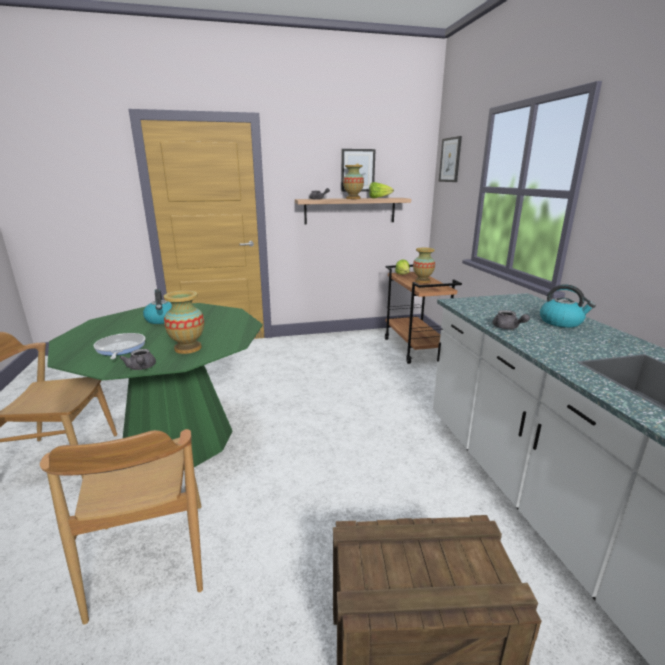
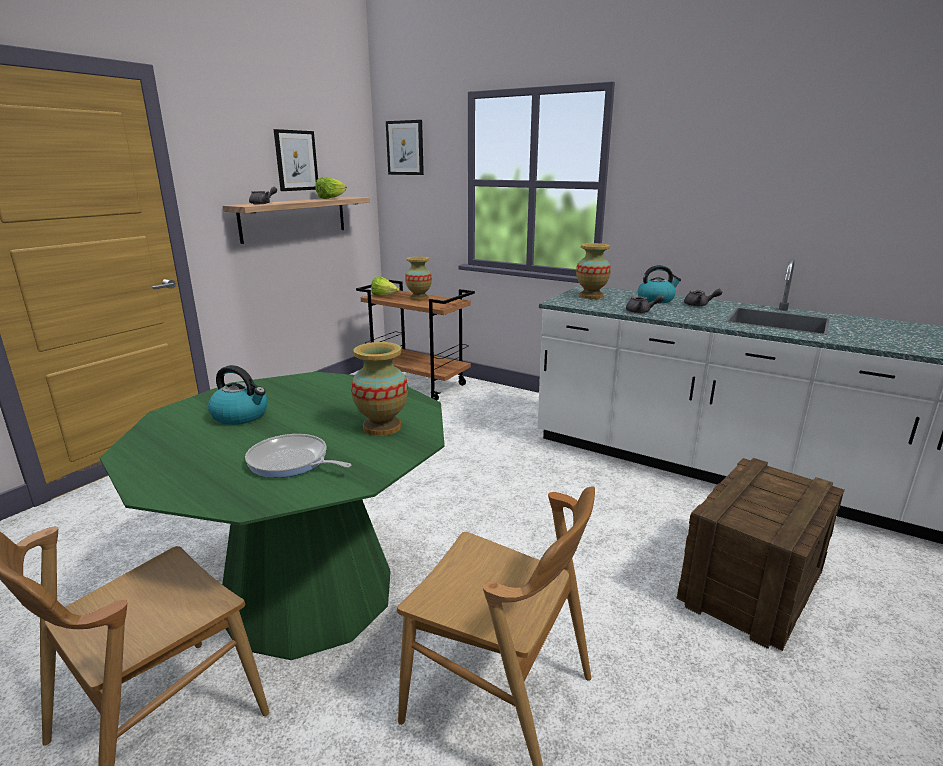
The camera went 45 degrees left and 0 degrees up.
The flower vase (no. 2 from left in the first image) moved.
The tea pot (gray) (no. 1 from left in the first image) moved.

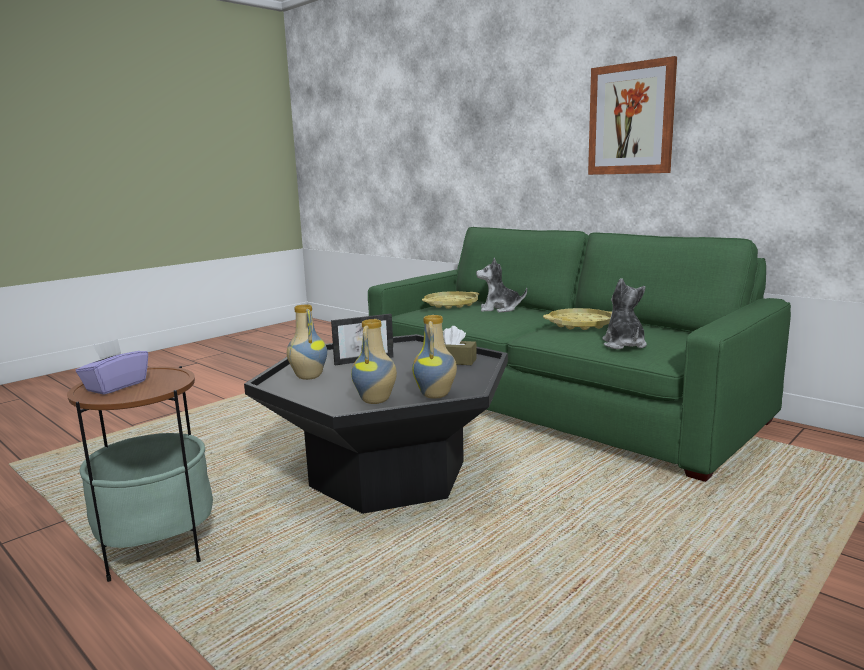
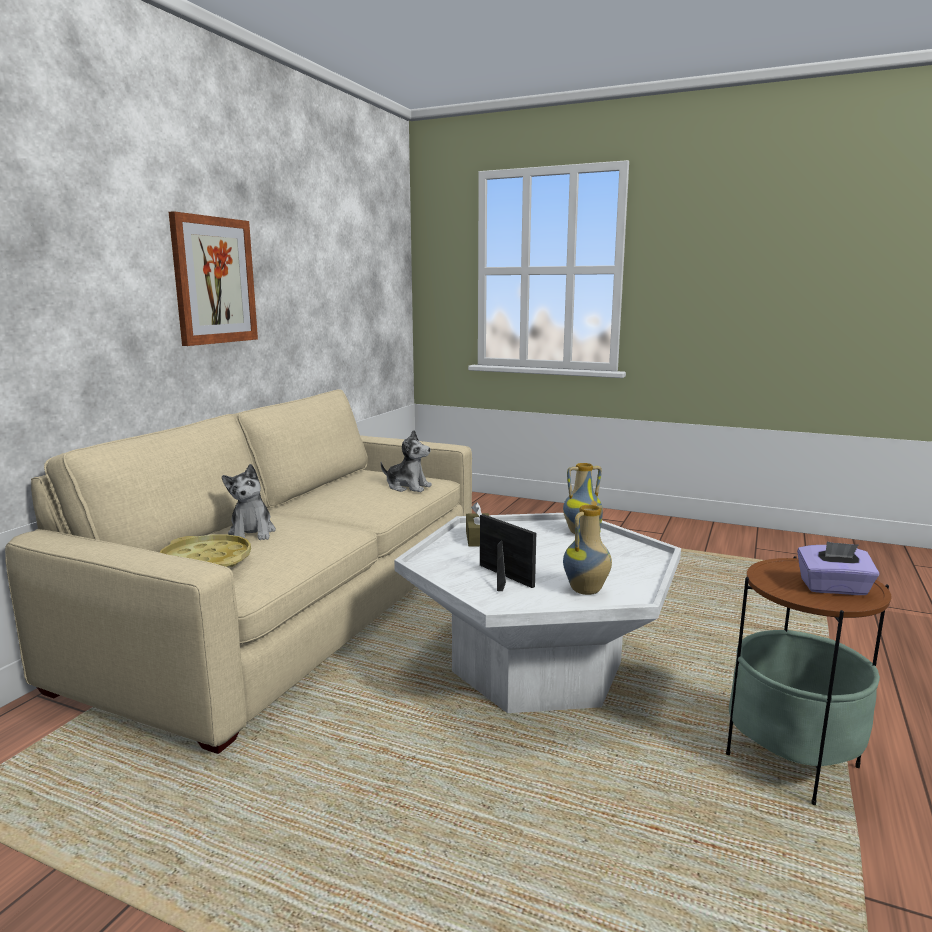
The camera went 110 degrees left and 0 degrees up.
The couch (greenish) became the couch (beige).
The cuddly toy (no. 2 from left) turned 135 degrees counterclockwise.
The tray (yellow) (no. 2 from left) disappeared.
The flower vase (no. 2 from left) disappeared.
The coffee table (black-coloured) became the coffee table (white).

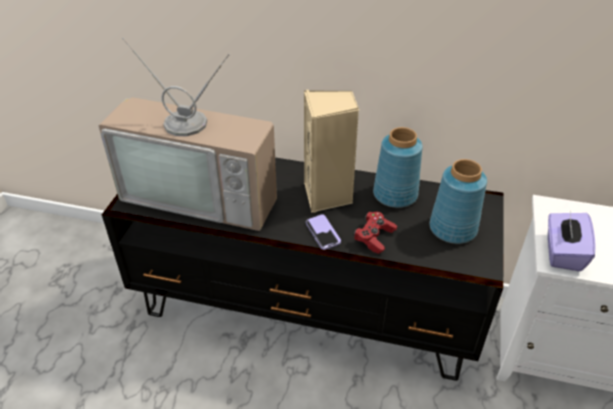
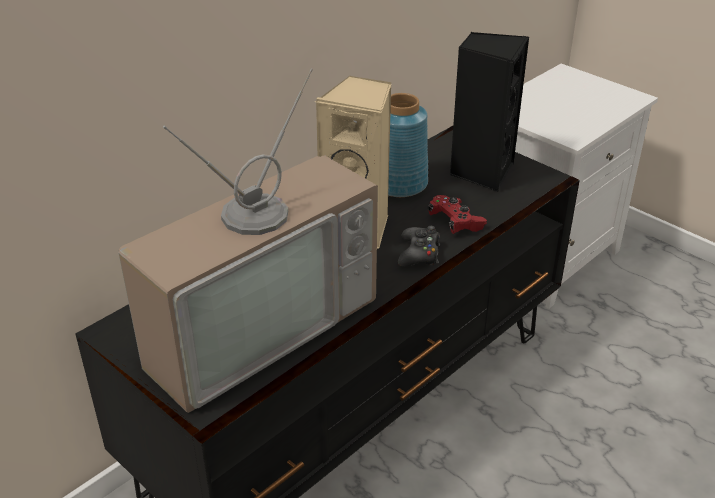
The camera went 60 degrees left and 5 degrees down.
The flower vase (blue-coloured) (no. 2 from left) was replaced by the audio speaker (black-coloured).
The tissue holder (purple-coloured) disappeared.
The telephone was replaced by the game controller (black-coloured).

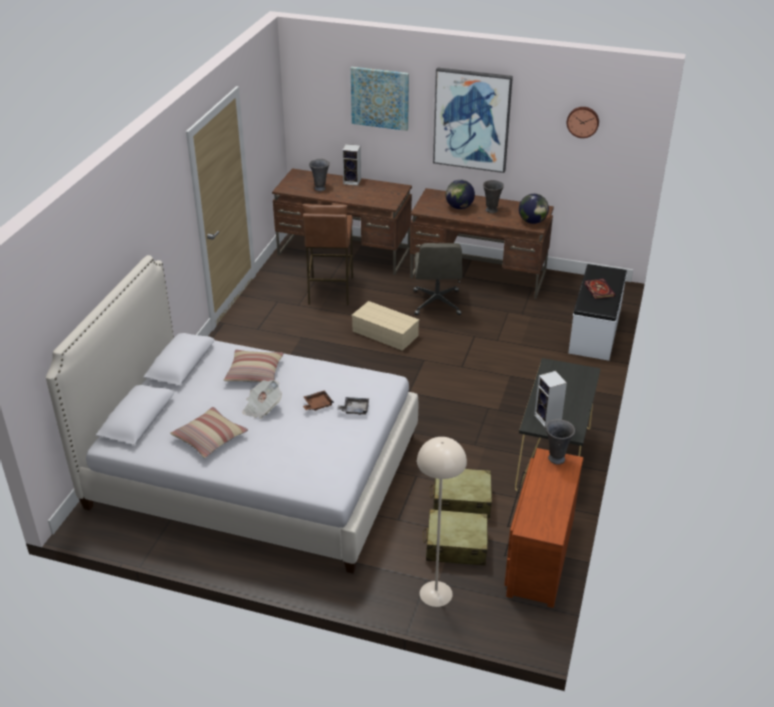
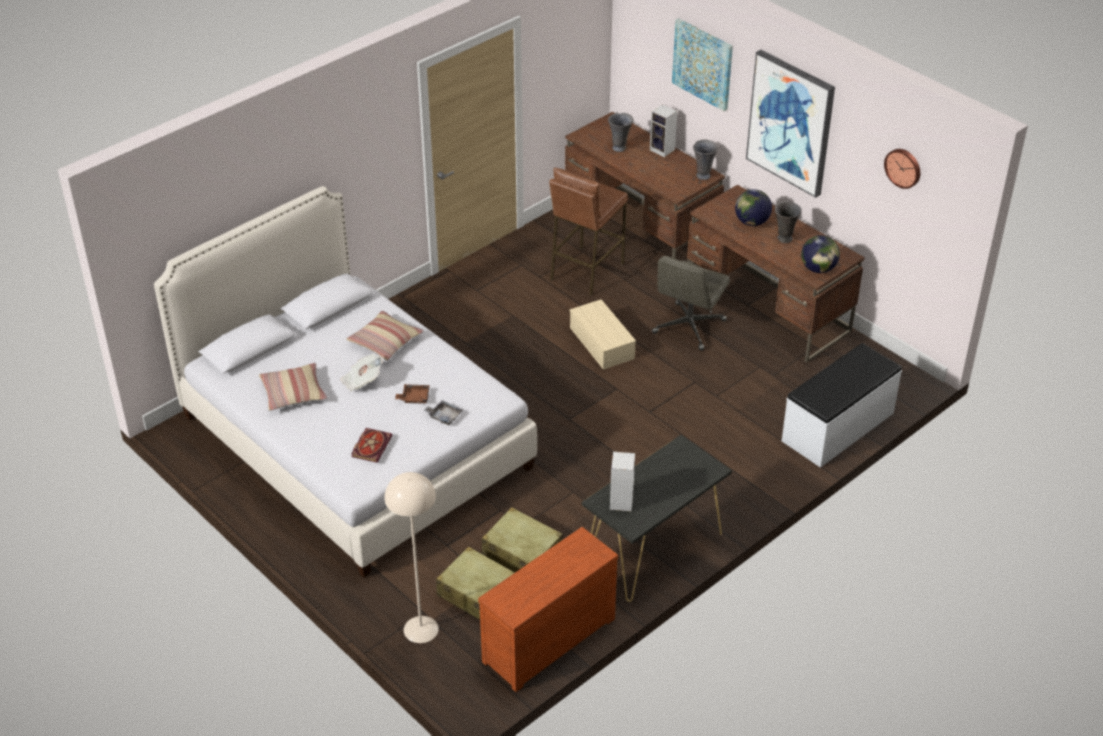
The camera went 30 degrees right and 5 degrees up.
The book moved.
The flower vase (gray) (no. 3 from left in the first image) moved.

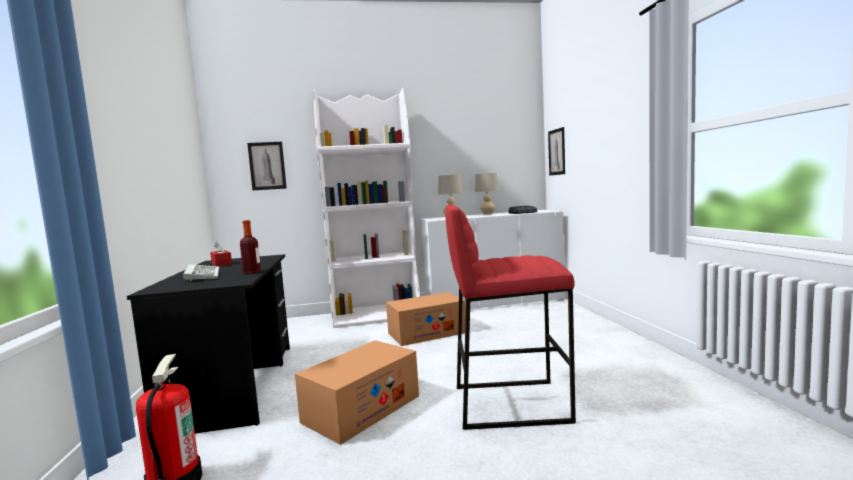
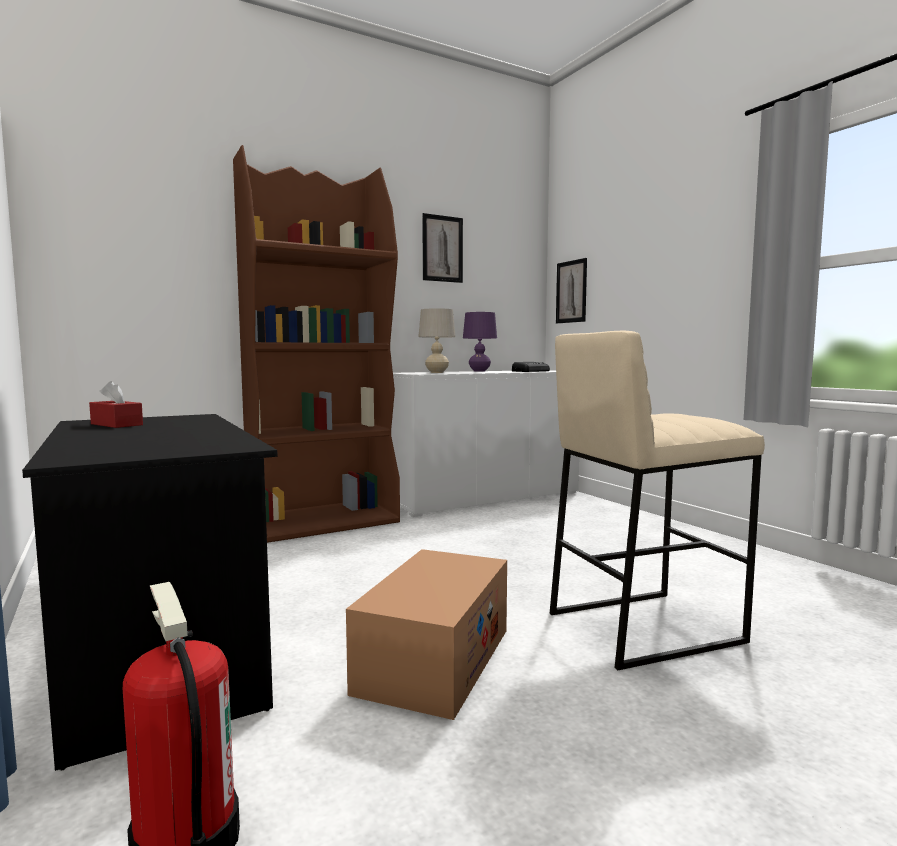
The camera went 20 degrees left and 0 degrees up.
The shelving unit (white) became the shelving unit (brownish).
The wall picture (no. 1 from left) moved.
The table lamp (beige) (no. 2 from left) became the table lamp (purple-coloured).
The sitting stool (reddish) became the sitting stool (beige).
The bottle disappeared.
The keyboard disappeared.
The carton (no. 2 from left) disappeared.

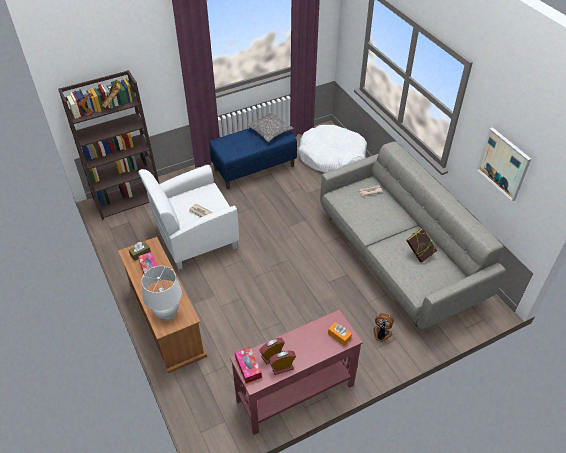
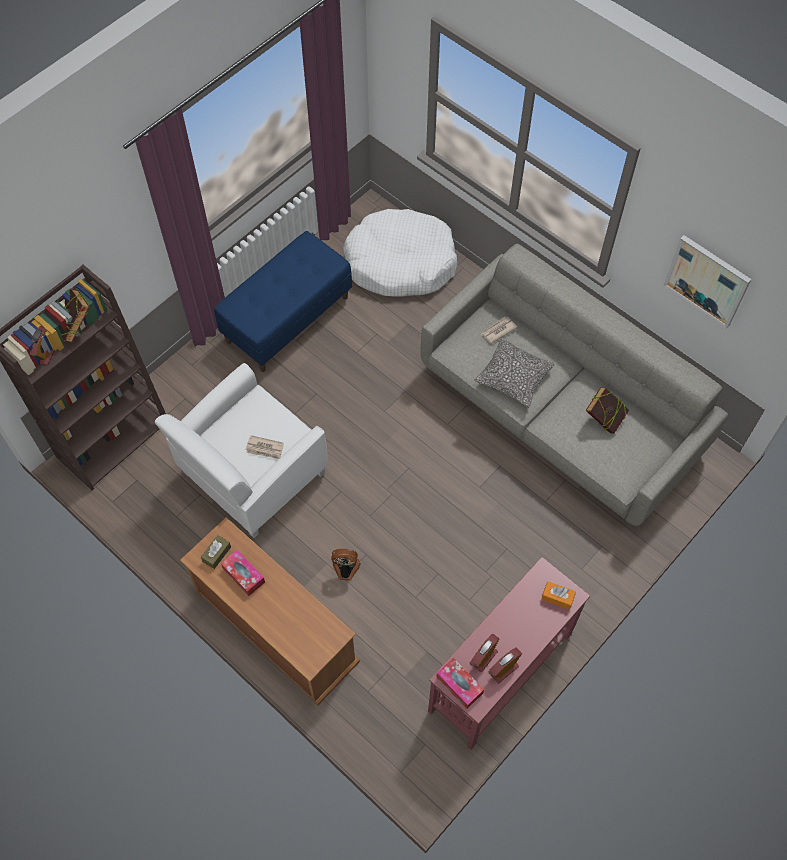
The camera went 20 degrees left and 15 degrees up.
The throw pillow moved.
The table lamp (white) disappeared.
The fan moved.

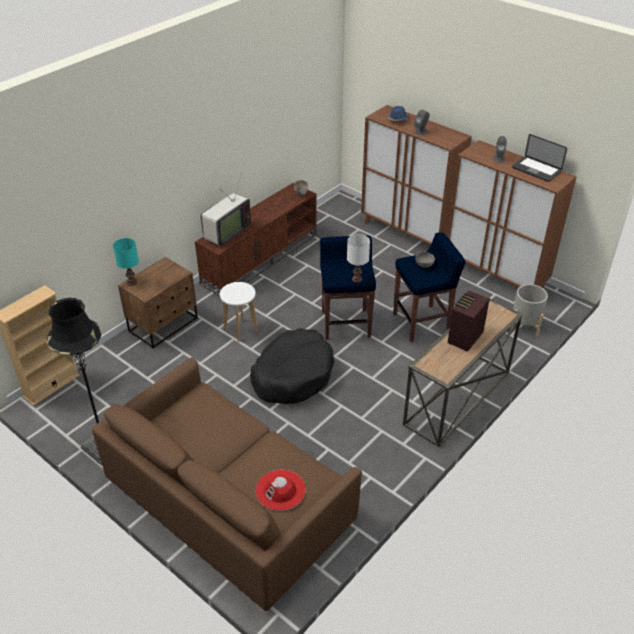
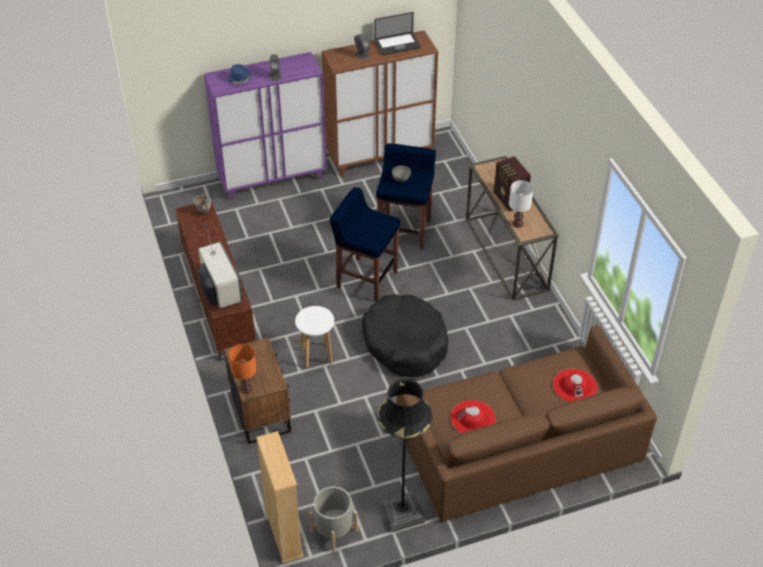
The camera went 60 degrees left and 5 degrees up.
The storage cabinet (brownish) (no. 1 from left) became the storage cabinet (purple-coloured).
The table lamp (white) moved.
The table lamp (blue-green) became the table lamp (orangey).
The plant pot (gray) moved.
The clothing hat (reddish) (no. 1 from left) appeared.

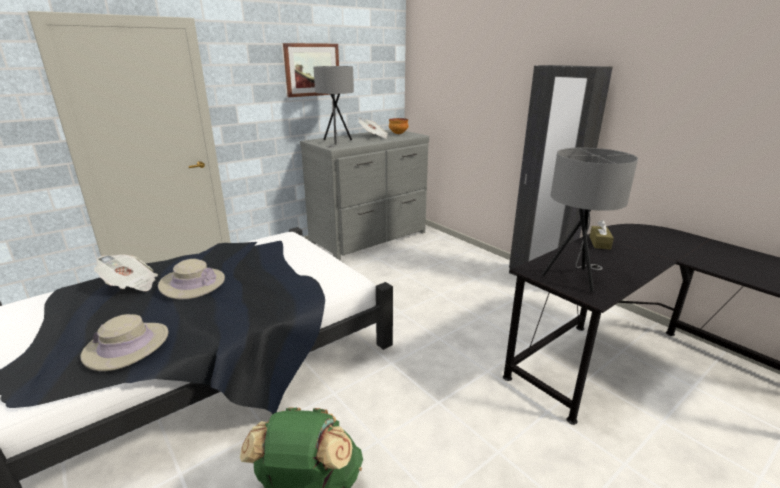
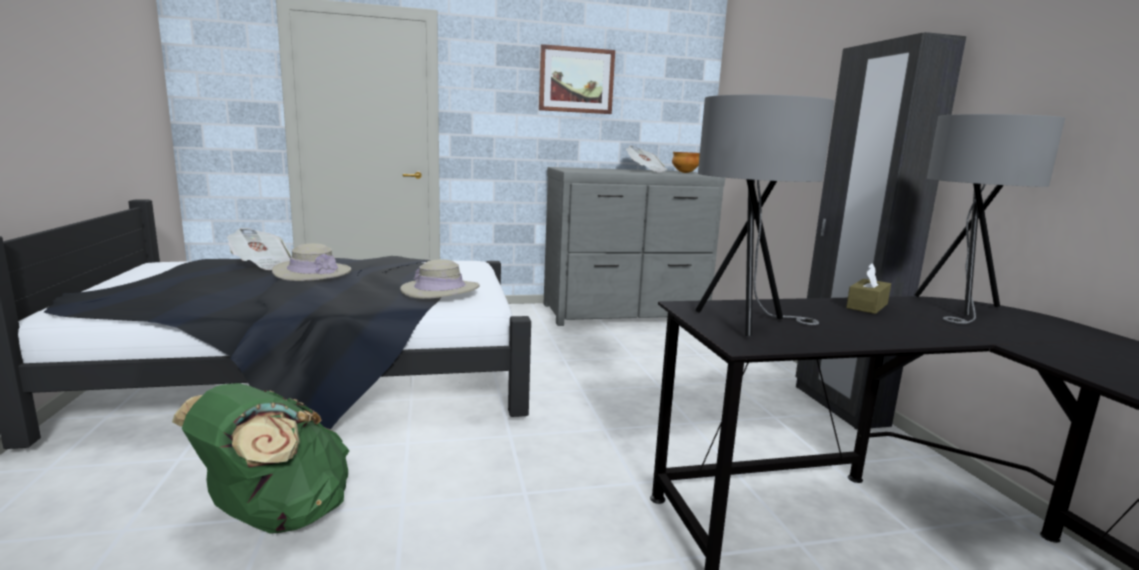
The camera went 25 degrees right and 10 degrees down.
The table lamp (gray) (no. 1 from left in the first image) moved.
The clothing hat (beige) (no. 1 from left in the first image) moved.

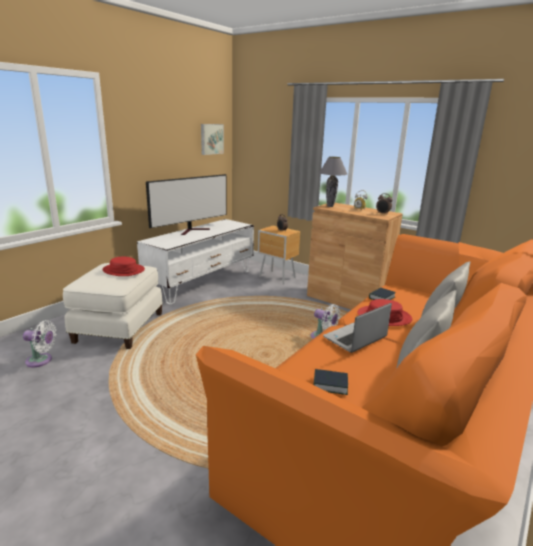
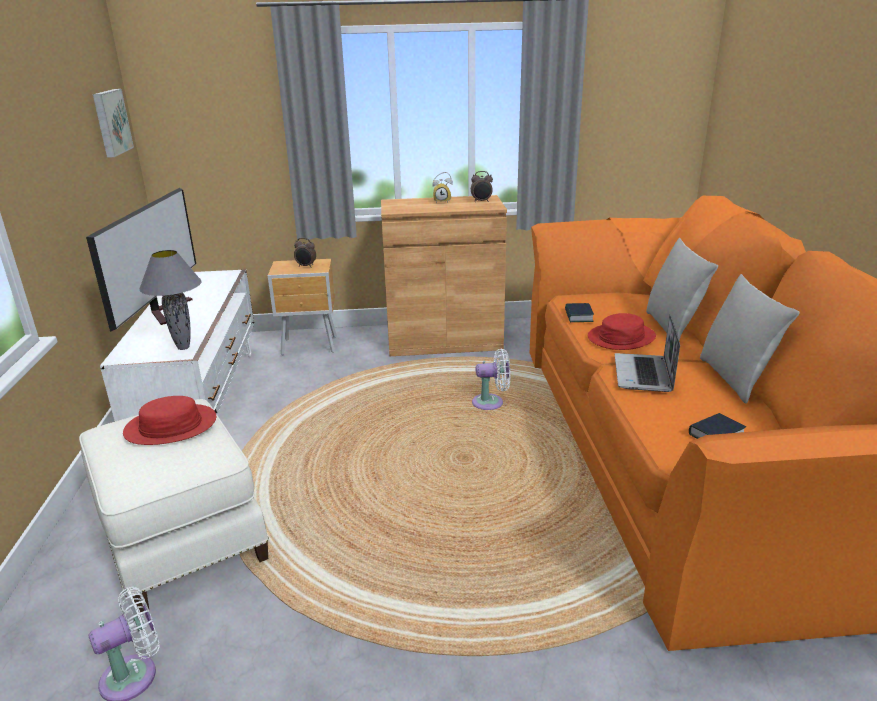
The camera went 40 degrees left and 5 degrees up.
The table lamp (gray) moved.

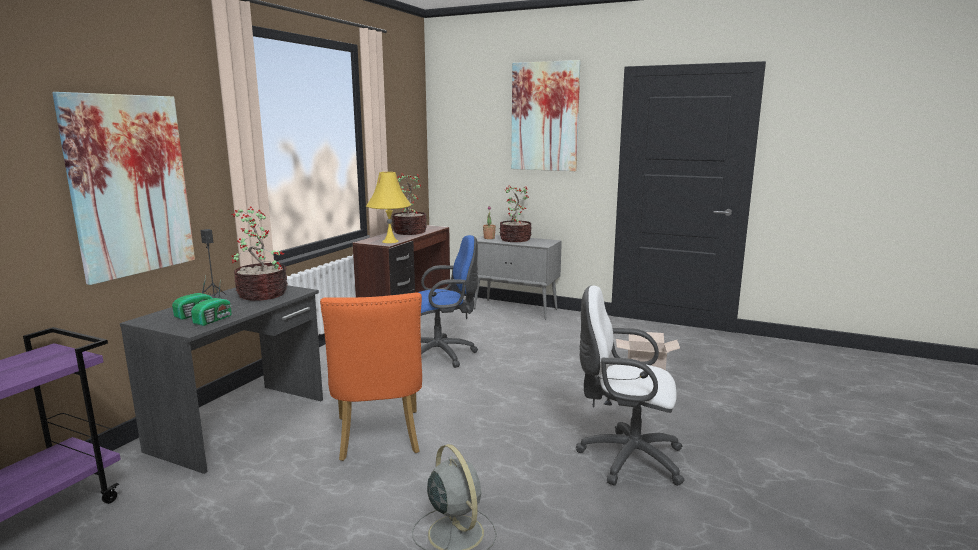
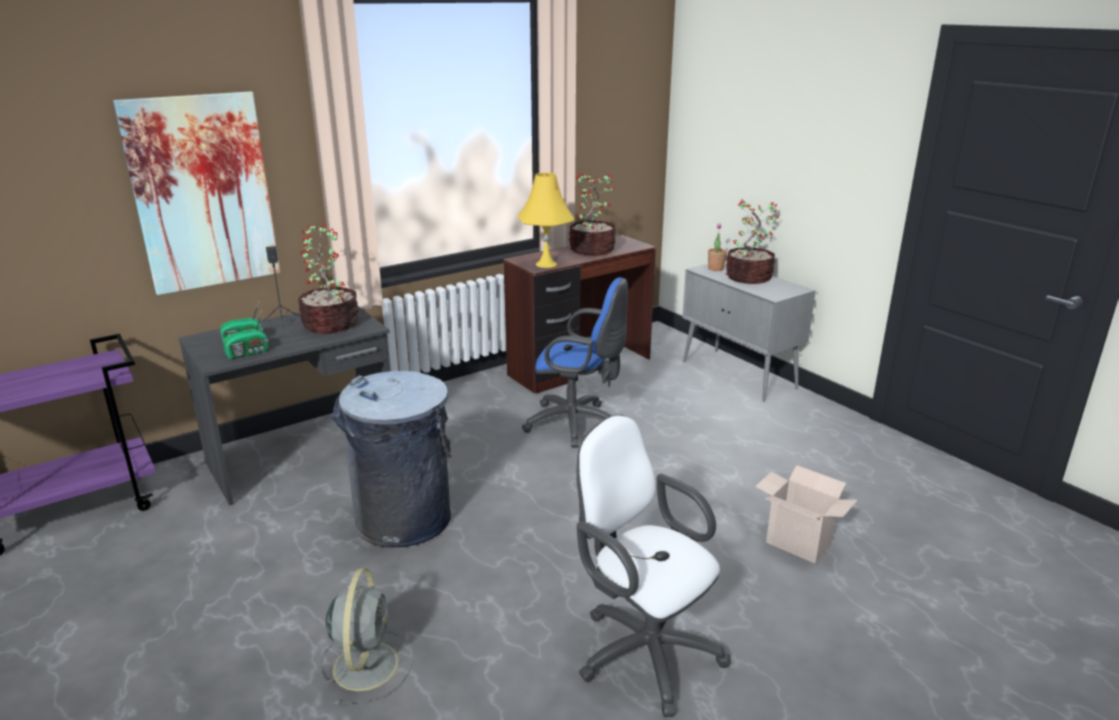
The camera went 30 degrees right and 10 degrees up.
The wall picture (no. 2 from left) disappeared.
The plain chair (orangey) was replaced by the waste bin (gray).

